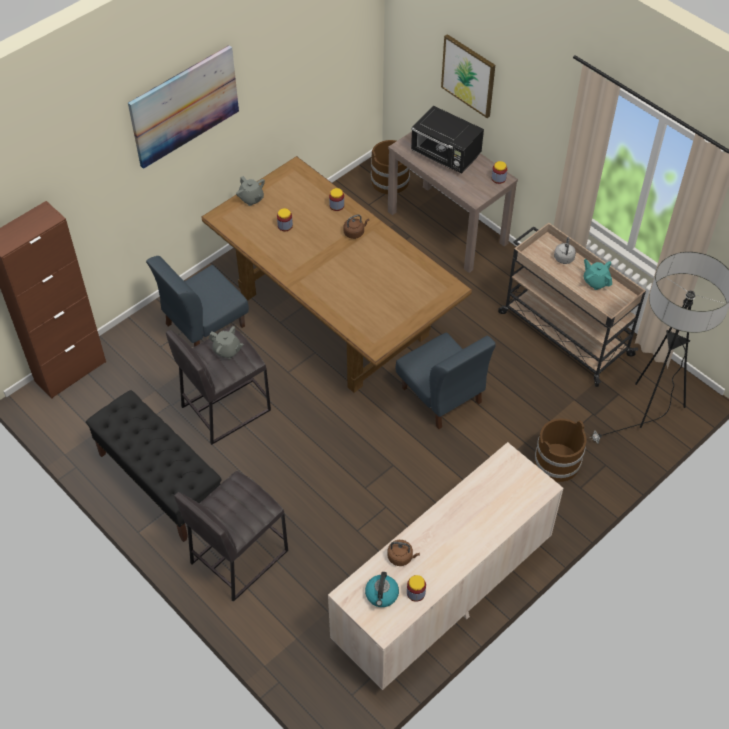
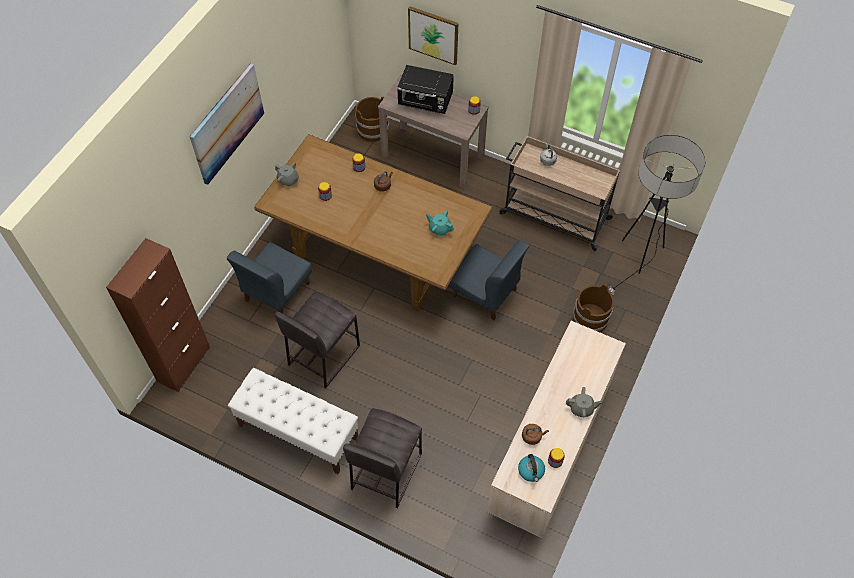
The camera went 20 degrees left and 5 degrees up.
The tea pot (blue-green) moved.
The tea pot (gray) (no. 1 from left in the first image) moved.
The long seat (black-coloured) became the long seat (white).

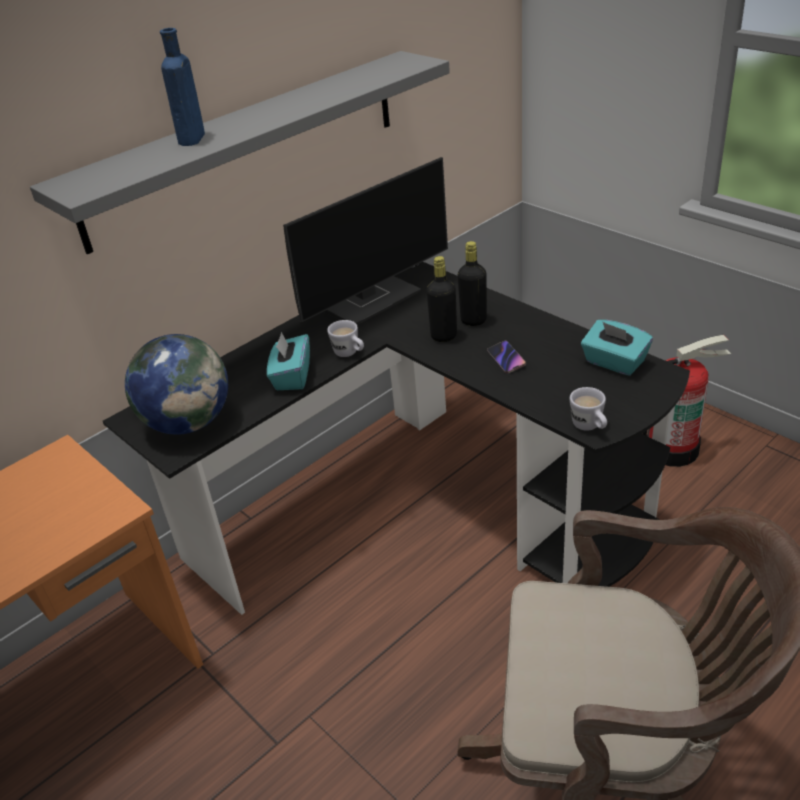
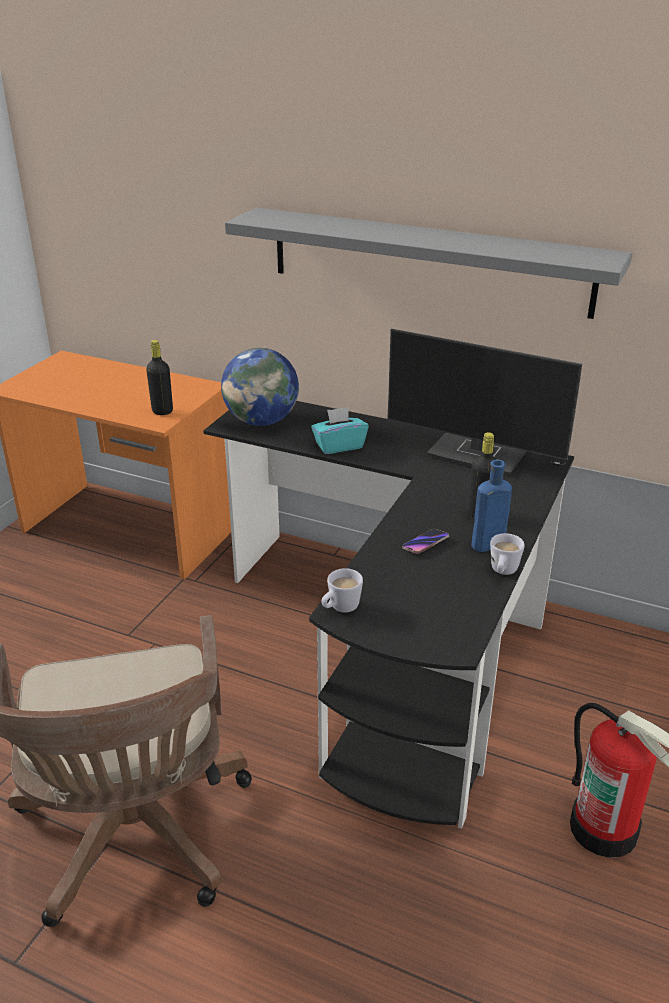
The camera went 65 degrees right and 5 degrees down.
The bottle (blue-coloured) moved.
The bottle (black-coloured) (no. 1 from left) moved.
The coffee mug (white) (no. 1 from left in the first image) moved.
The tissue holder (blue-green) (no. 2 from left) disappeared.

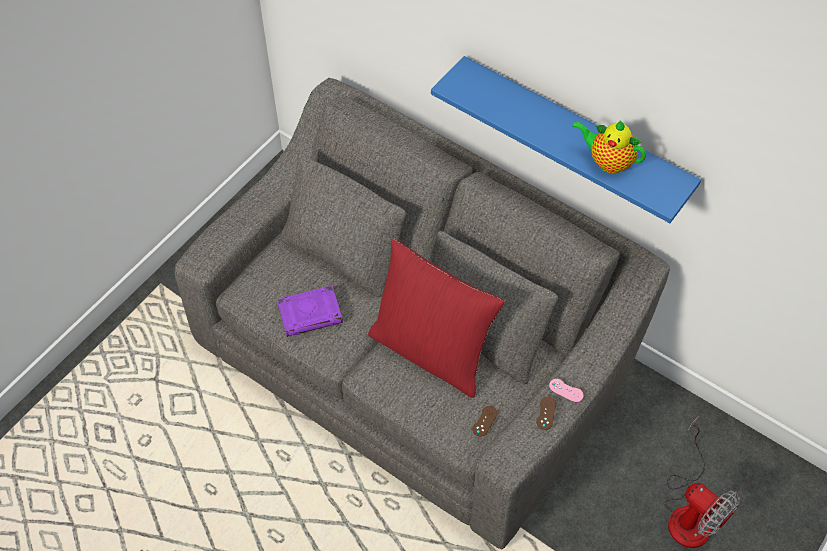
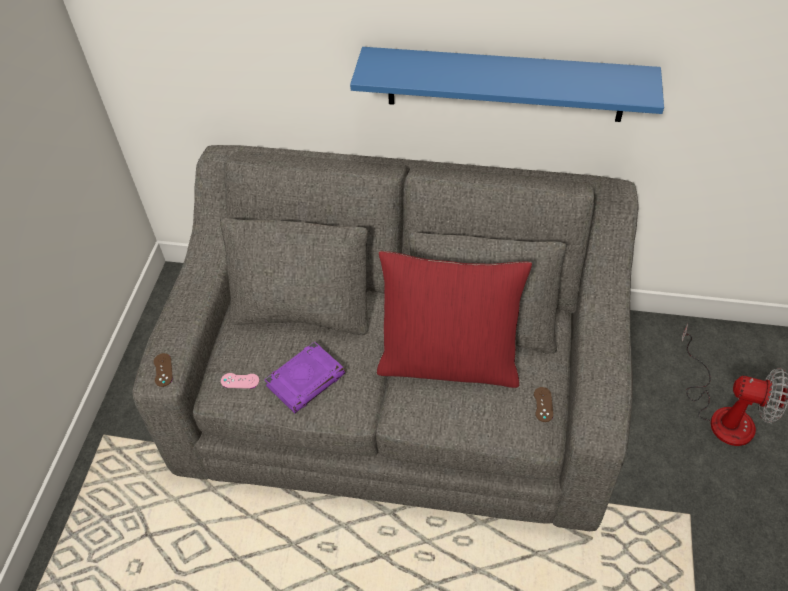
The camera went 25 degrees left and 5 degrees down.
The tea pot disappeared.
The game controller (pink-coloured) moved.
The game controller (brownish) (no. 2 from left in the first image) moved.

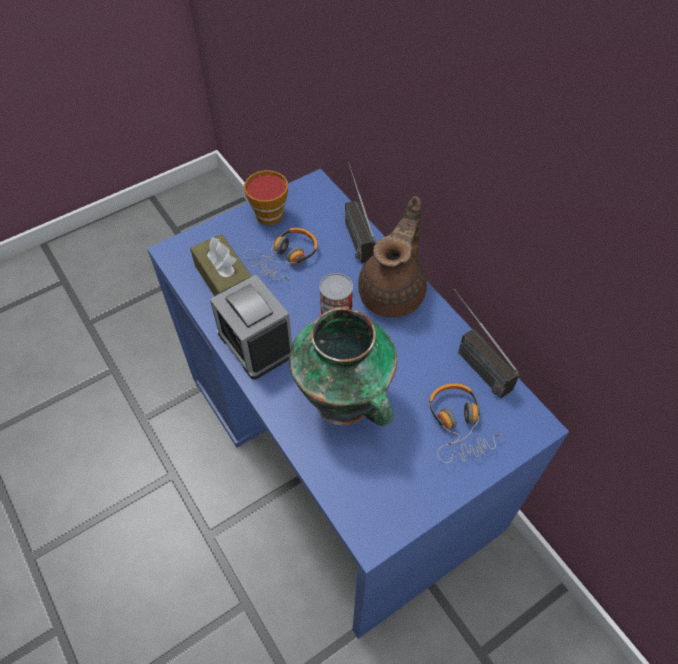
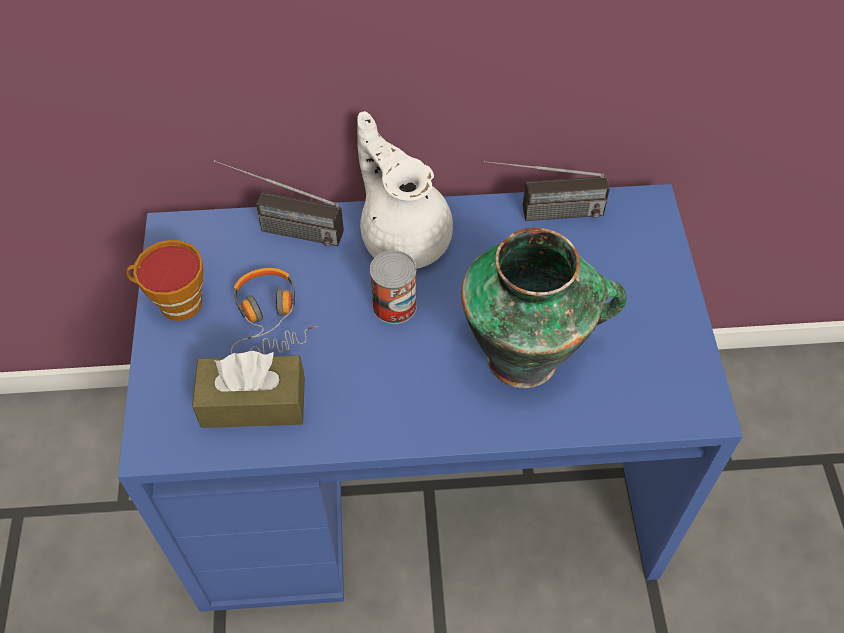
The camera went 60 degrees left and 0 degrees up.
The tea pot (brownish) became the tea pot (white).
The table clock disappeared.
The headset (no. 2 from left) disappeared.

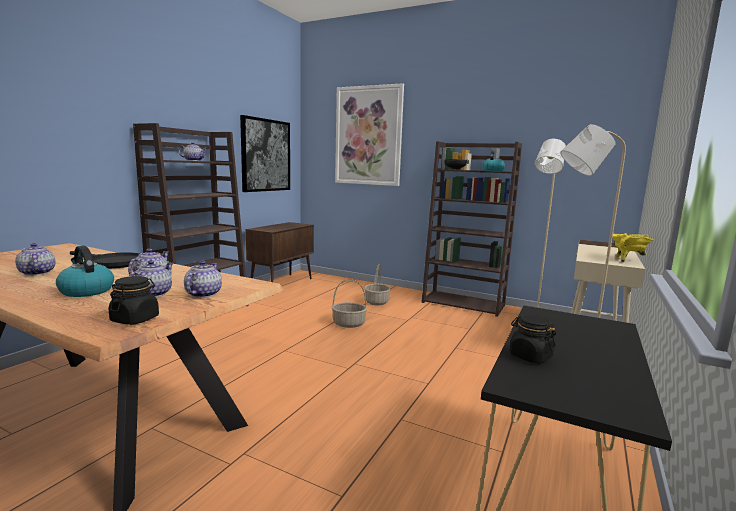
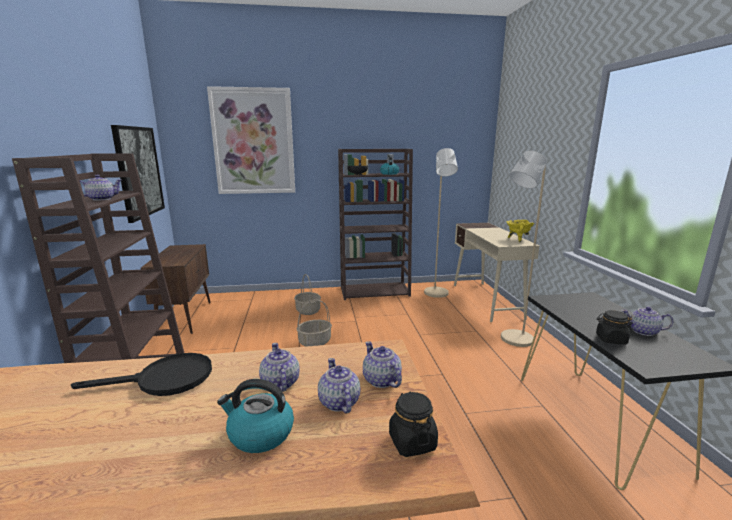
The camera went 35 degrees left and 5 degrees up.
The tea pot (no. 1 from left in the first image) moved.

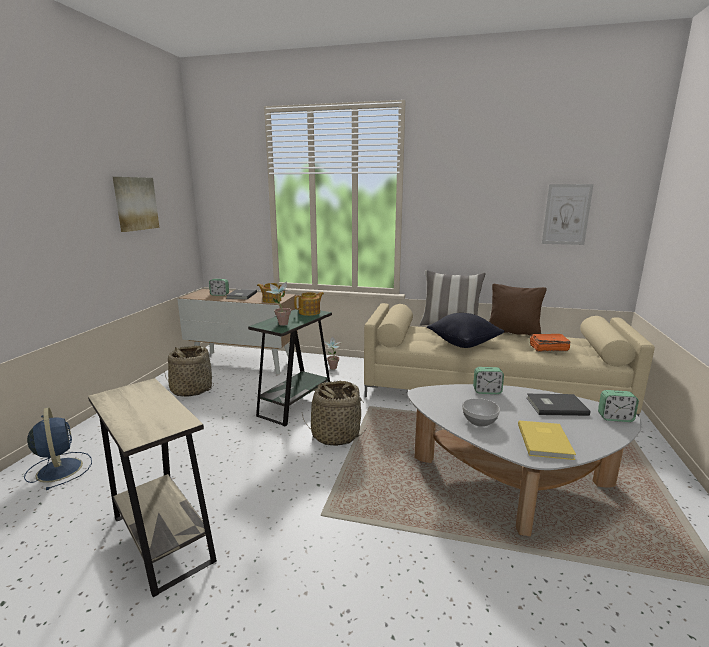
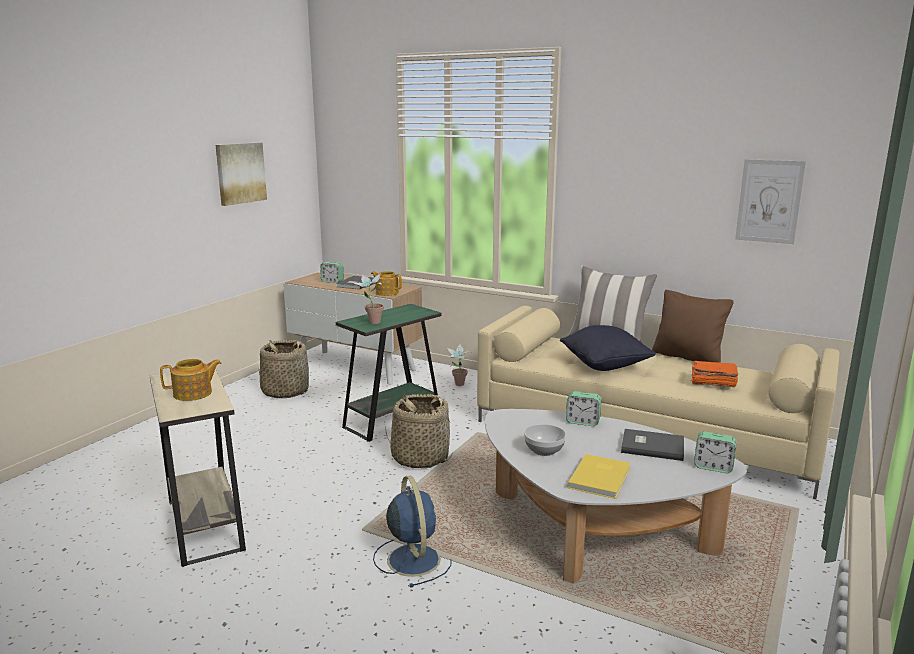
The camera went 15 degrees right and 0 degrees up.
The tea pot (no. 2 from left in the first image) moved.
The fan (blue-coloured) moved.

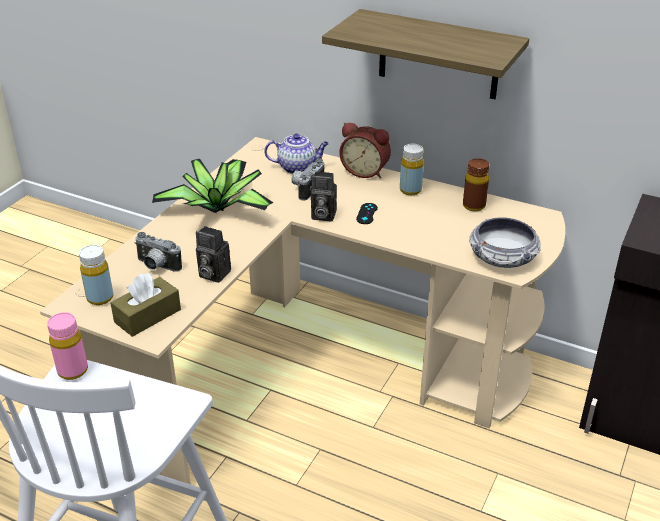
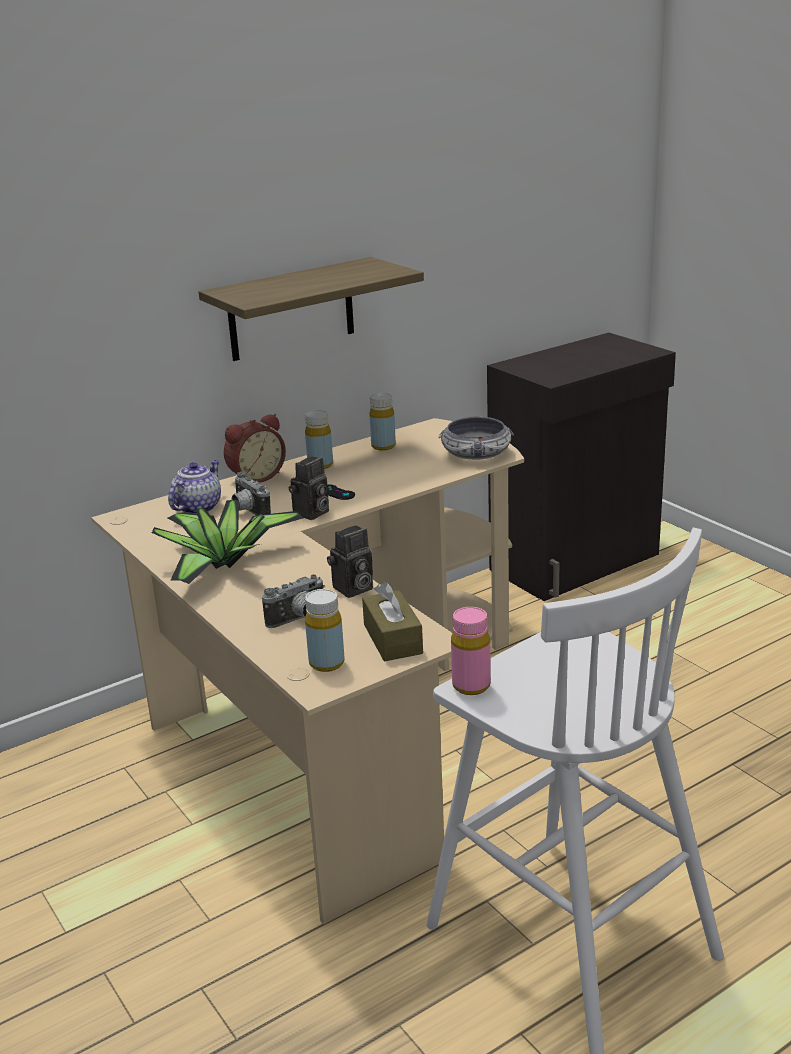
The camera went 60 degrees left and 10 degrees down.
The bottle (brownish) became the bottle (yellow) (no. 3 from left).

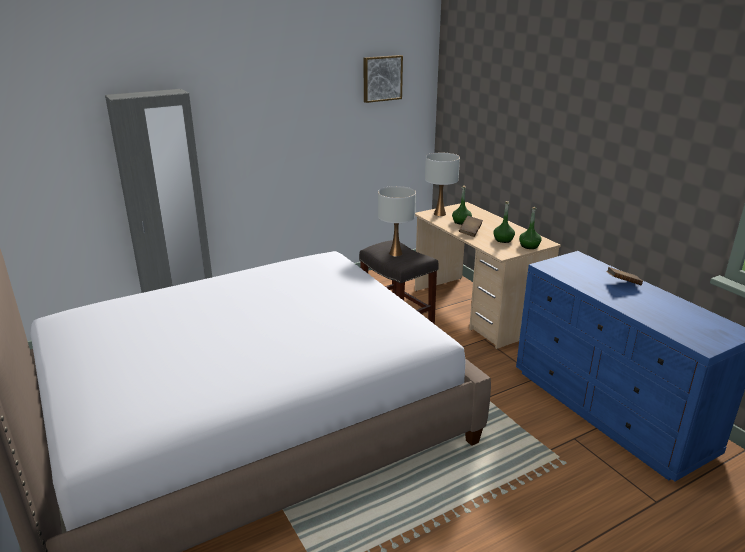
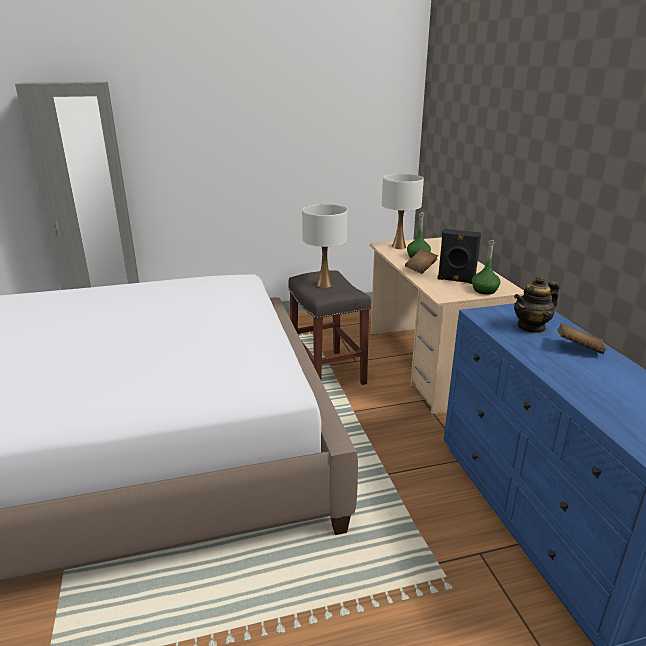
The camera went 15 degrees right and 0 degrees up.
The wall picture disappeared.
The bottle (greenish) (no. 2 from left) was replaced by the audio speaker (black-coloured).
The tea pot appeared.

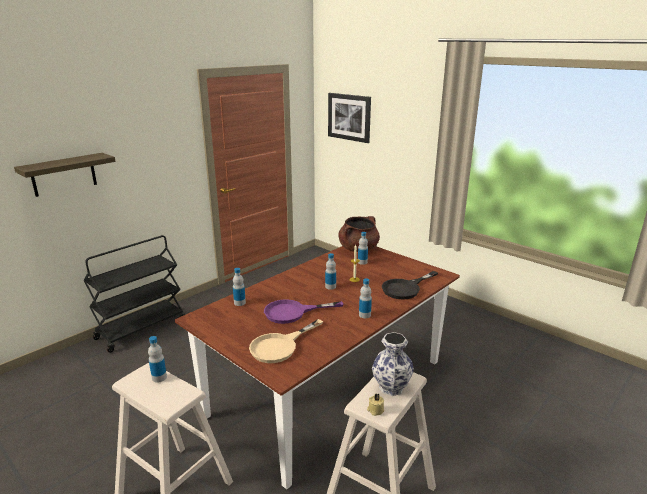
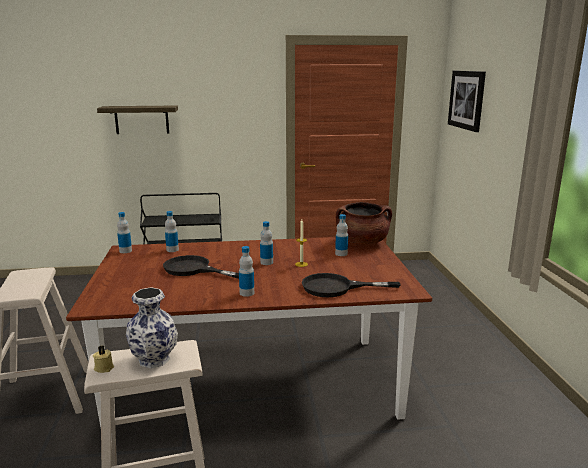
The camera went 40 degrees right and 5 degrees down.
The skillet (purple-coloured) became the skillet (black-coloured) (no. 1 from left).
The skillet (beige) disappeared.
The bottle (no. 1 from left) moved.

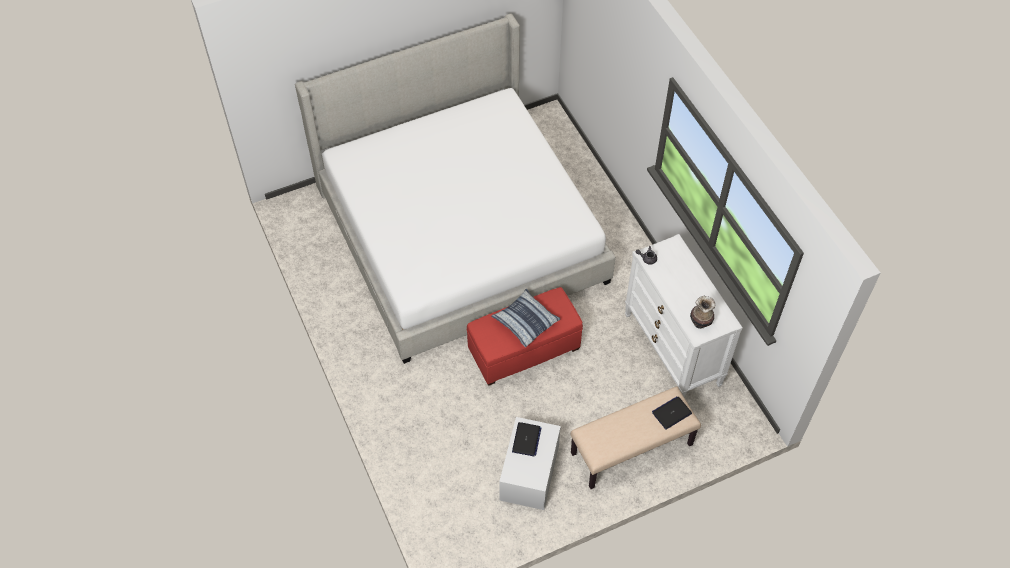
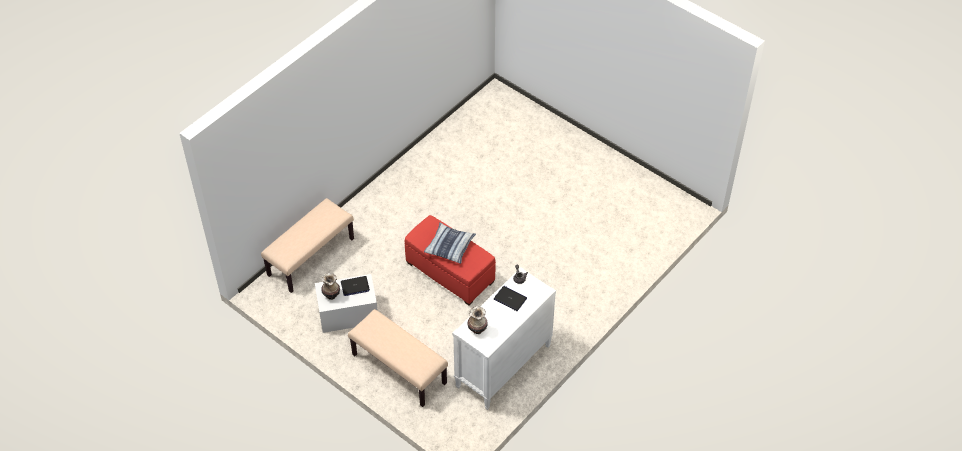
The camera went 65 degrees right and 5 degrees down.
The sleeping bed disappeared.
The laptop (no. 2 from left) moved.
The long seat (beige) (no. 1 from left) appeared.
The flower vase (no. 1 from left) appeared.

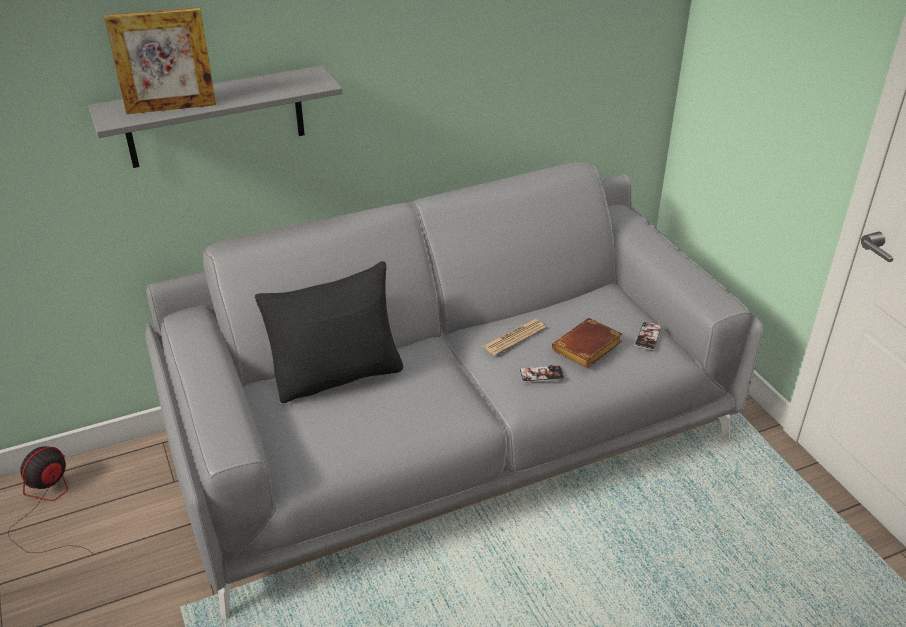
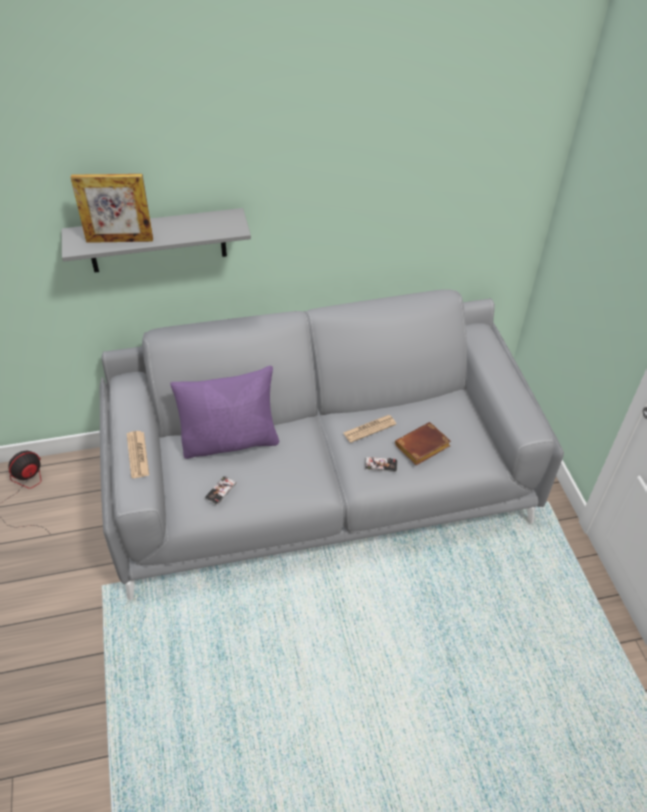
The camera went 10 degrees right and 10 degrees up.
The throw pillow (black-coloured) became the throw pillow (purple-coloured).
The telephone (no. 2 from left in the first image) moved.
The daily paper (no. 1 from left) appeared.

